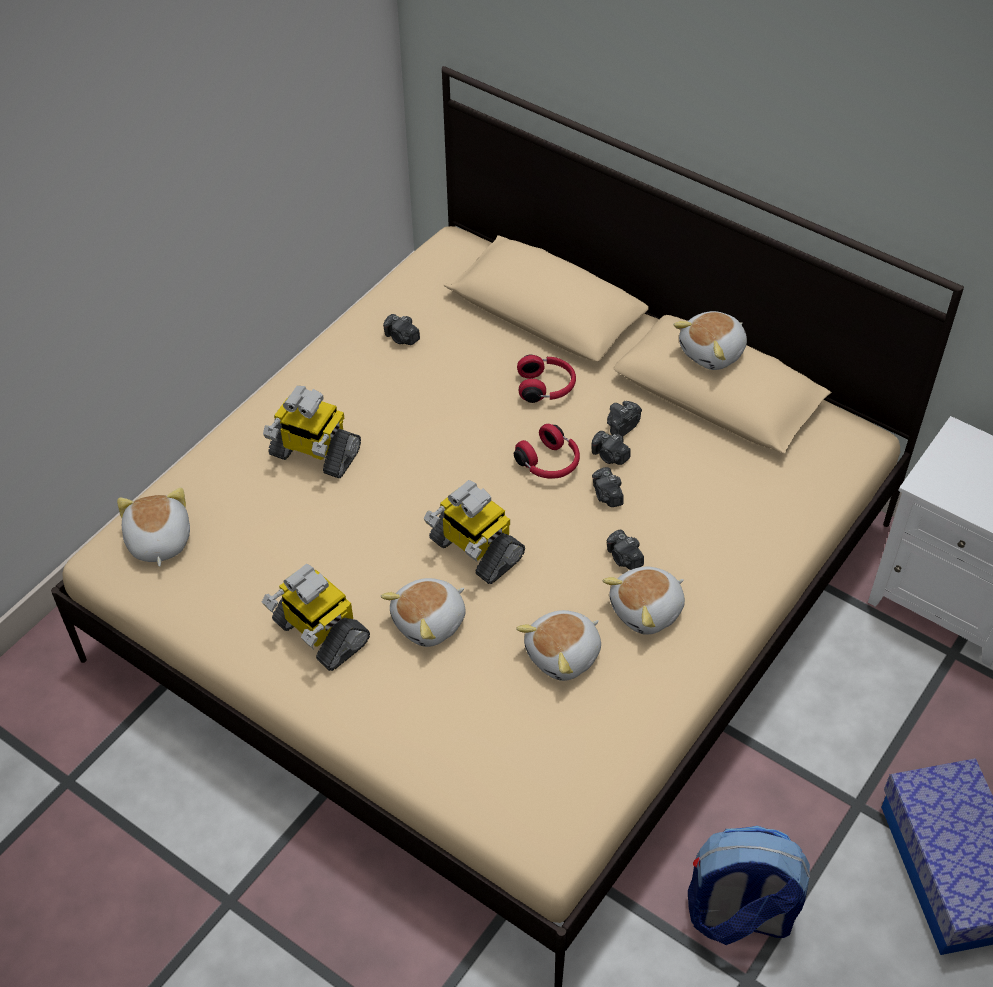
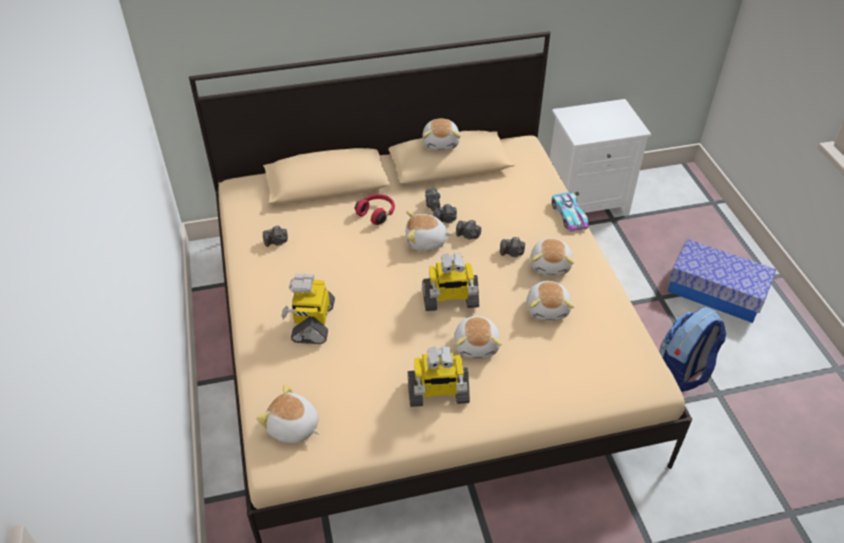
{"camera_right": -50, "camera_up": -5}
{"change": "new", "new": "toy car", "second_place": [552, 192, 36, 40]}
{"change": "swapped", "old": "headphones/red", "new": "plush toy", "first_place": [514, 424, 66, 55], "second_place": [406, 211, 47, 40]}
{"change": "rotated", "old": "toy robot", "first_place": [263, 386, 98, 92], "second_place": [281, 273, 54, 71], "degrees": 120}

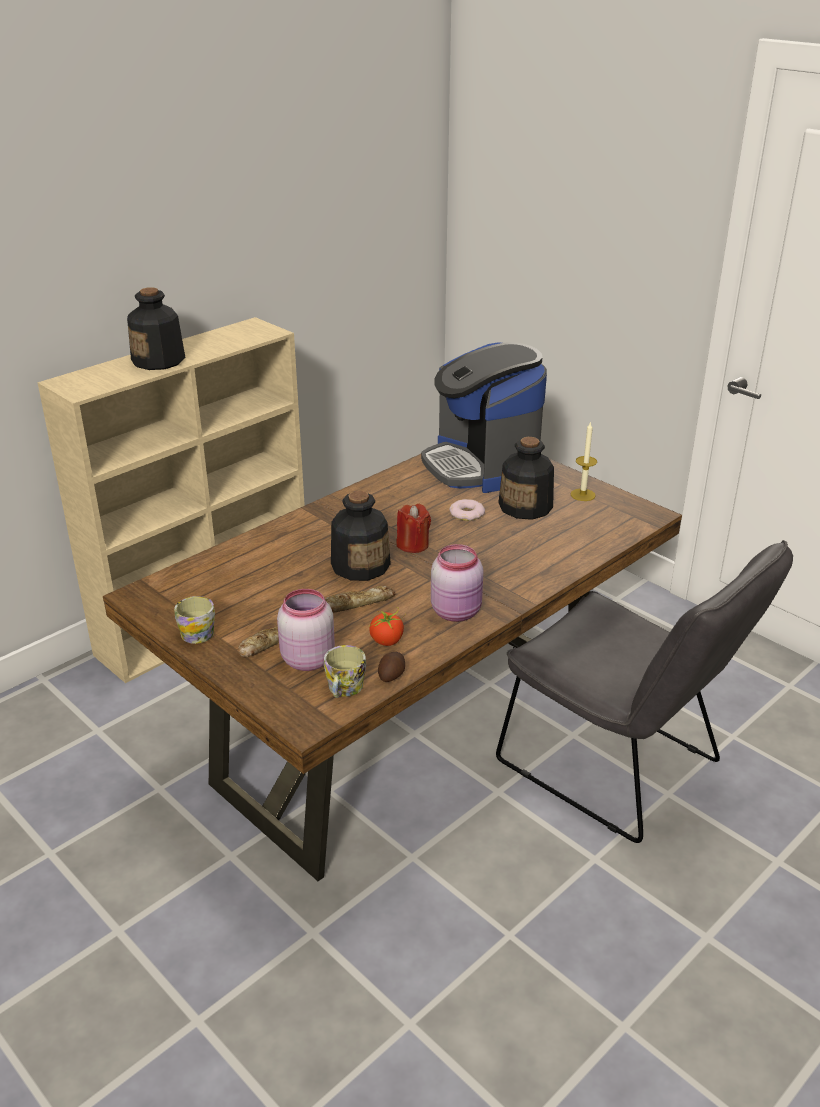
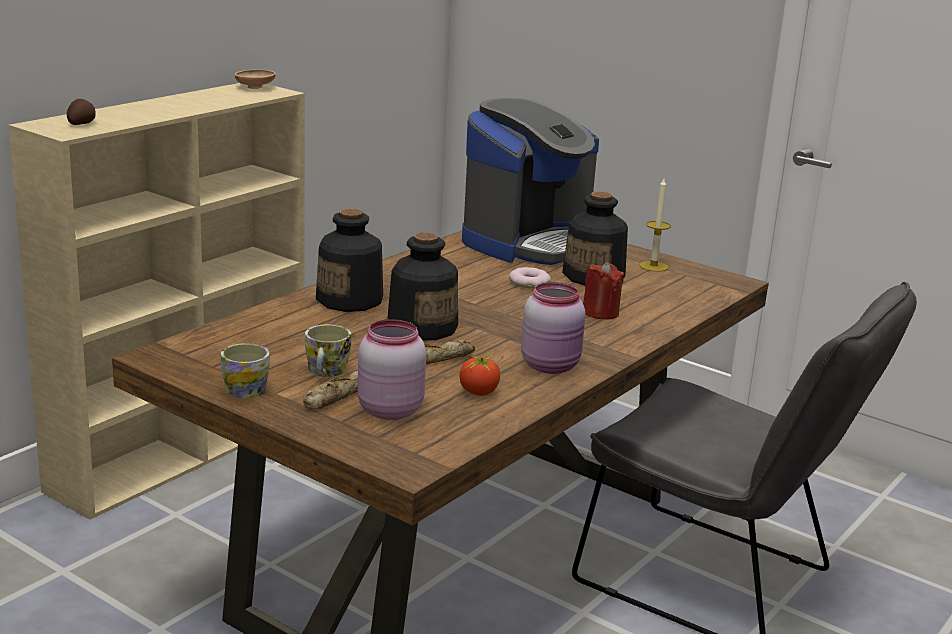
{"camera_right": -10, "camera_up": -10}
{"change": "new", "new": "bowl/brown", "second_place": [234, 69, 42, 20]}
{"change": "shifted", "old": "bottle", "first_place": [127, 287, 58, 83], "second_place": [316, 208, 67, 104]}
{"change": "shifted", "old": "mug", "first_place": [324, 645, 42, 53], "second_place": [305, 324, 47, 53]}
{"change": "shifted", "old": "potato", "first_place": [378, 652, 27, 30], "second_place": [67, 99, 29, 26]}
{"change": "shifted", "old": "candle/red", "first_place": [396, 504, 35, 49], "second_place": [583, 262, 41, 58]}
{"change": "rotated", "old": "coffee machine", "first_place": [421, 342, 126, 151], "second_place": [462, 98, 137, 167], "degrees": -105}

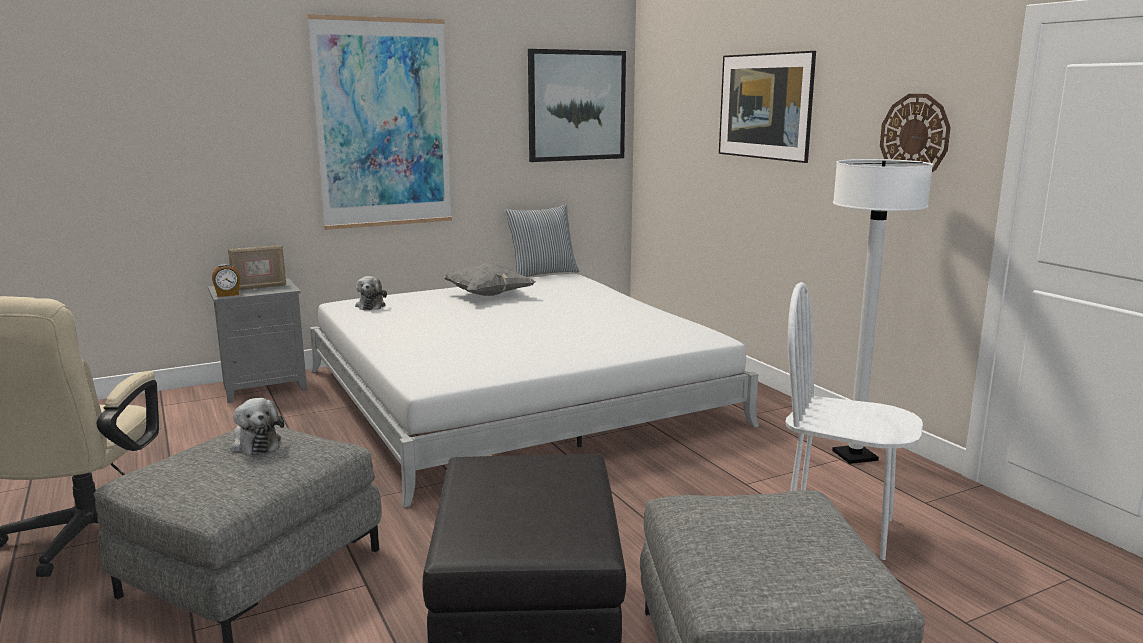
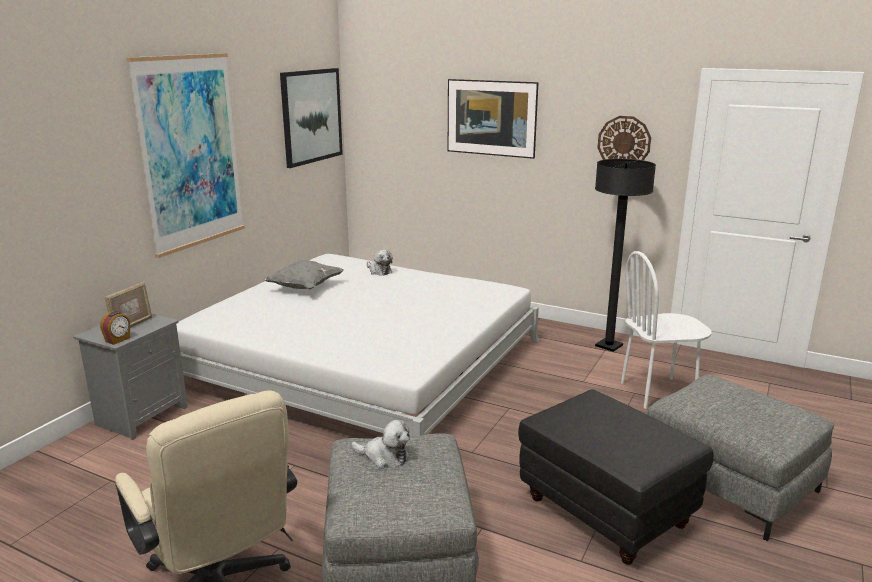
{"camera_right": -35, "camera_up": 5}
{"change": "gone", "old": "pillow", "first_place": [504, 204, 75, 73]}
{"change": "shifted", "old": "plush toy", "first_place": [355, 276, 32, 34], "second_place": [367, 250, 26, 26]}
{"change": "repainted", "old": "floor lamp/white", "new": "floor lamp/black", "first_place": [832, 159, 101, 305], "second_place": [595, 159, 61, 193]}

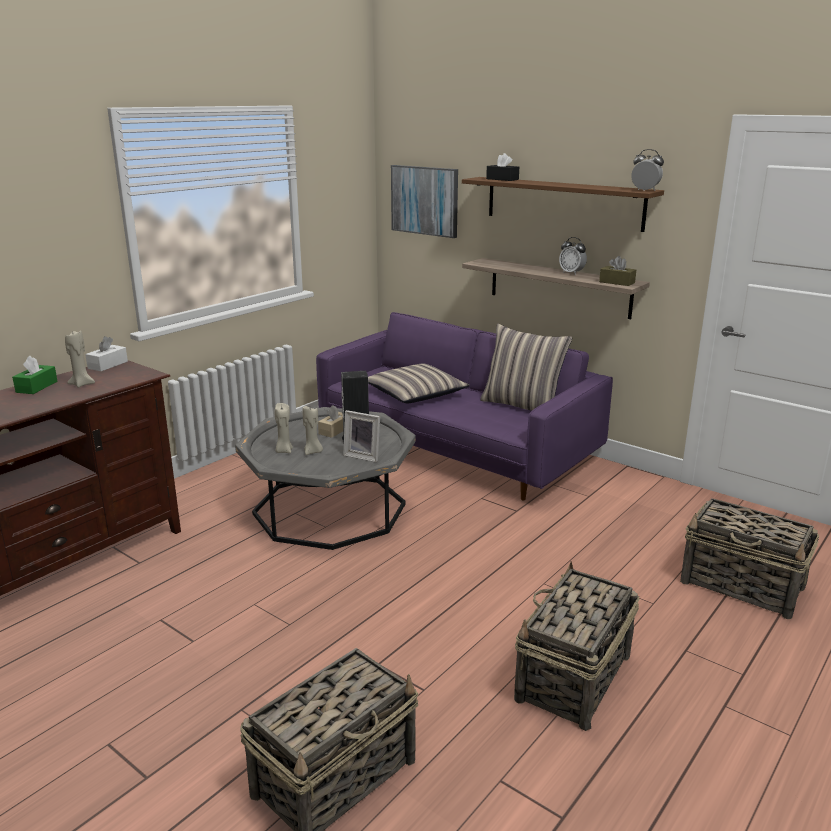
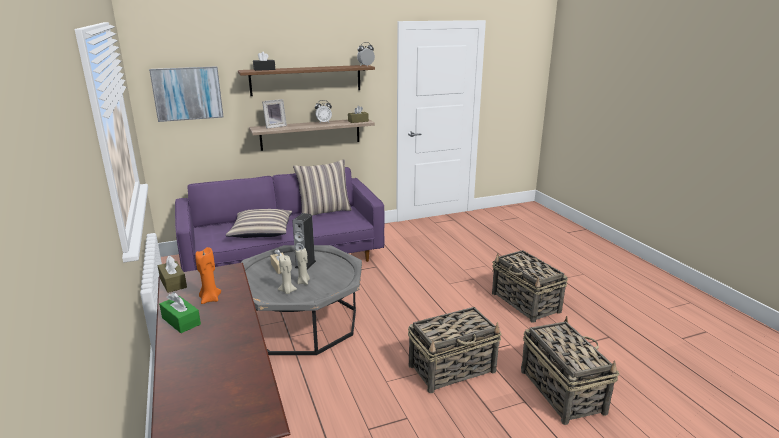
{"camera_right": -60, "camera_up": 0}
{"change": "shifted", "old": "picture frame", "first_place": [343, 410, 37, 52], "second_place": [262, 99, 25, 30]}
{"change": "shifted", "old": "basket", "first_place": [680, 498, 139, 121], "second_place": [408, 307, 93, 86]}
{"change": "repainted", "old": "candle/beige", "new": "candle/orange", "first_place": [65, 331, 30, 57], "second_place": [195, 247, 26, 57]}
{"change": "repainted", "old": "tissue box/white", "new": "tissue box/brown", "first_place": [85, 336, 43, 35], "second_place": [158, 256, 29, 37]}

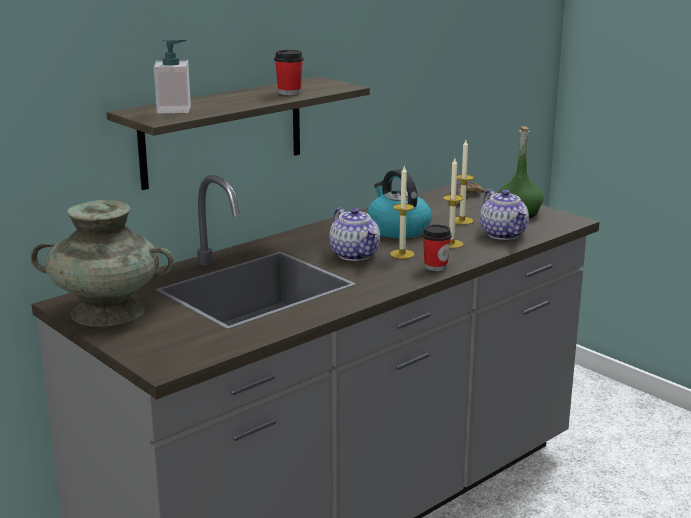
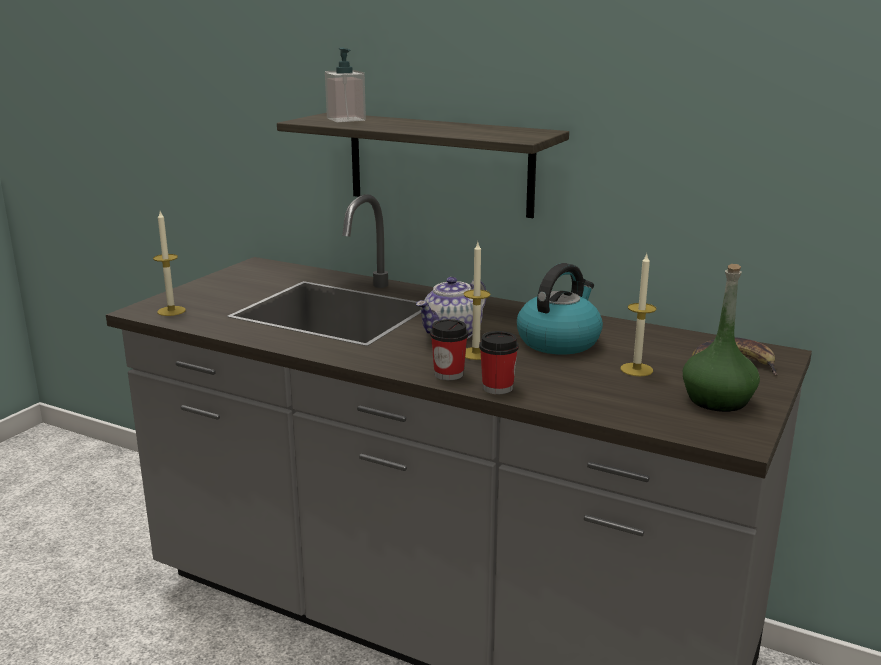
{"camera_right": 70, "camera_up": 0}
{"change": "gone", "old": "vase/turquoise", "first_place": [30, 200, 144, 127]}
{"change": "gone", "old": "teapot", "first_place": [480, 189, 49, 51]}
{"change": "shifted", "old": "cup", "first_place": [274, 50, 30, 45], "second_place": [479, 331, 40, 63]}
{"change": "shifted", "old": "candle", "first_place": [443, 158, 21, 90], "second_place": [153, 211, 33, 105]}

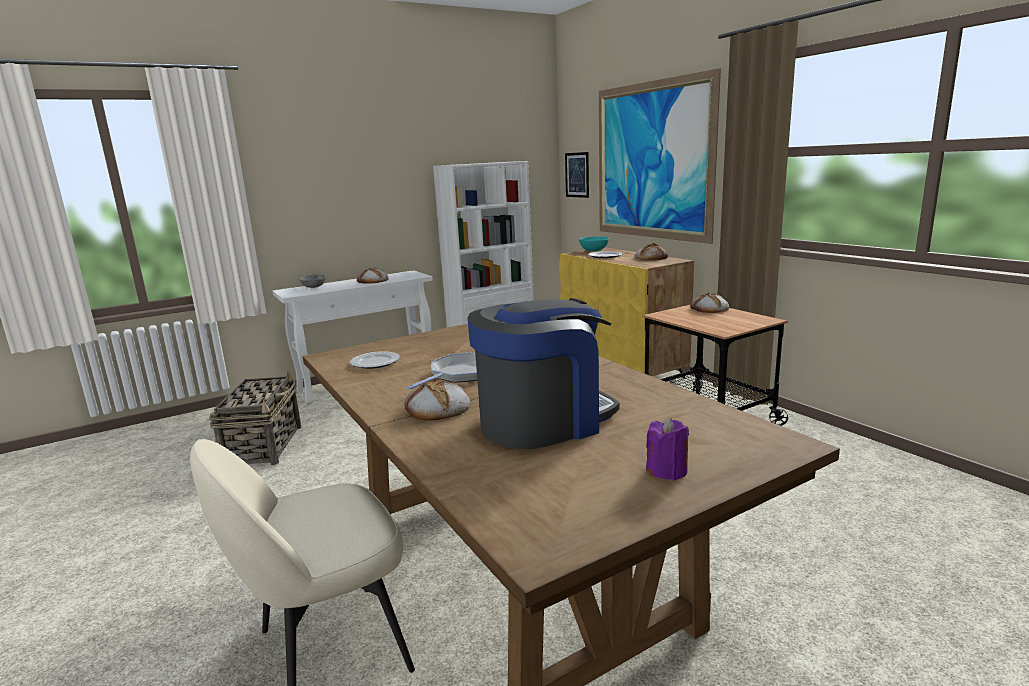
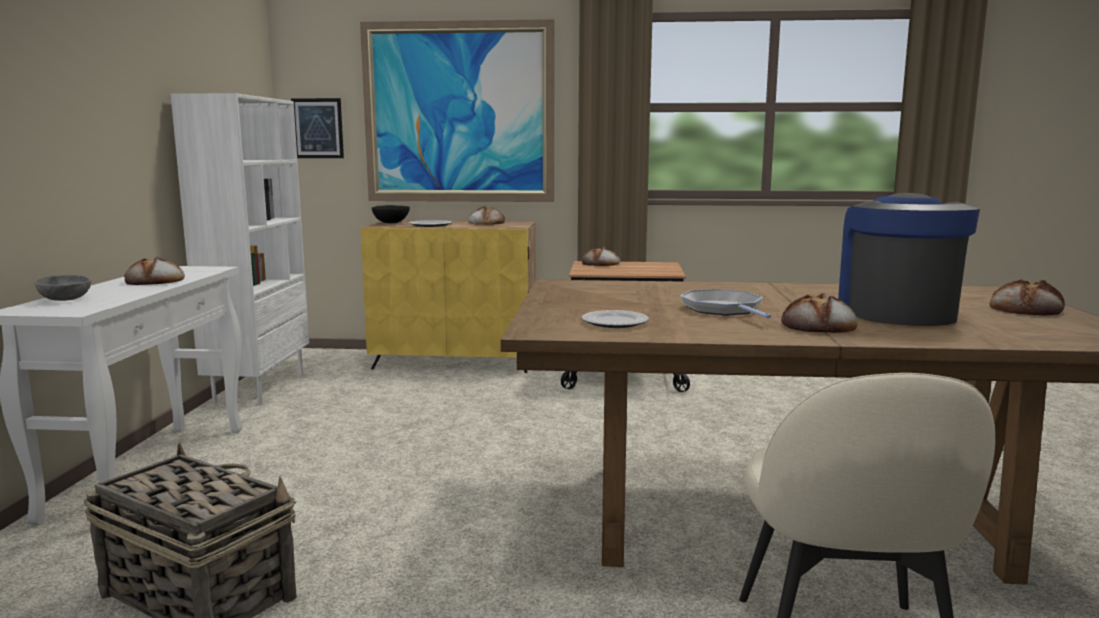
{"camera_right": -55, "camera_up": -5}
{"change": "swapped", "old": "candle/purple", "new": "bread", "first_place": [646, 418, 43, 62], "second_place": [990, 279, 75, 37]}
{"change": "repainted", "old": "bowl/turquoise", "new": "bowl/black", "first_place": [579, 236, 30, 15], "second_place": [372, 205, 38, 18]}

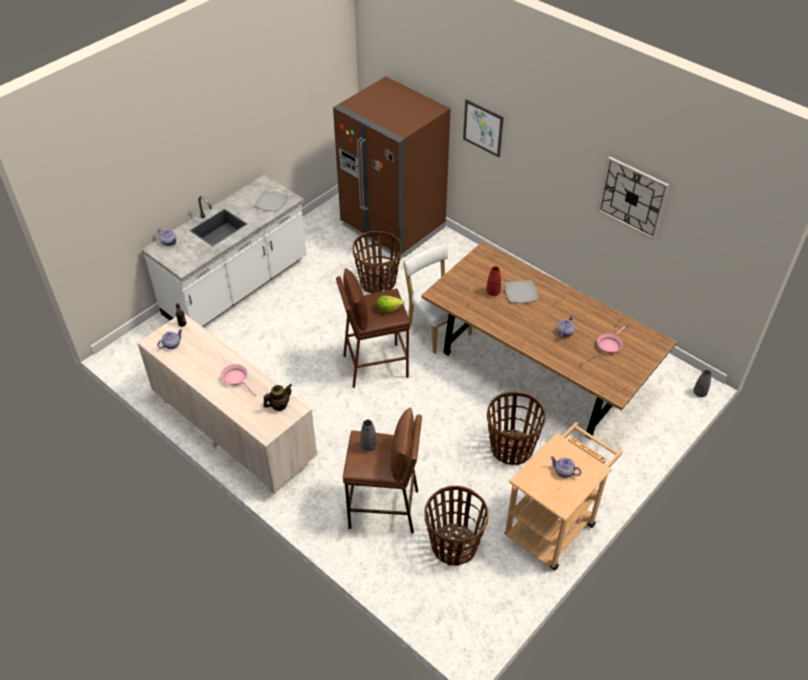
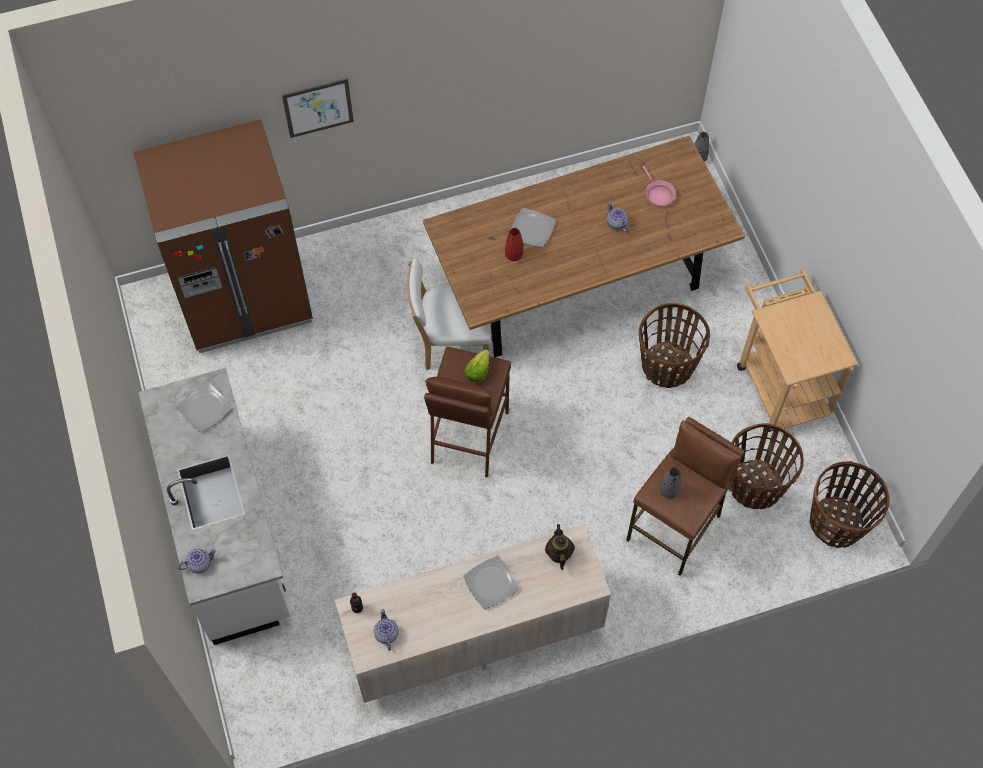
{"camera_right": -60, "camera_up": 15}
{"change": "gone", "old": "teapot", "first_place": [550, 456, 31, 22]}
{"change": "gone", "old": "wall clock", "first_place": [597, 156, 72, 84]}
{"change": "shifted", "old": "basket", "first_place": [353, 231, 49, 63], "second_place": [810, 461, 80, 87]}
{"change": "swapped", "old": "frying pan/pink", "new": "plate", "first_place": [220, 364, 36, 32], "second_place": [463, 555, 57, 54]}

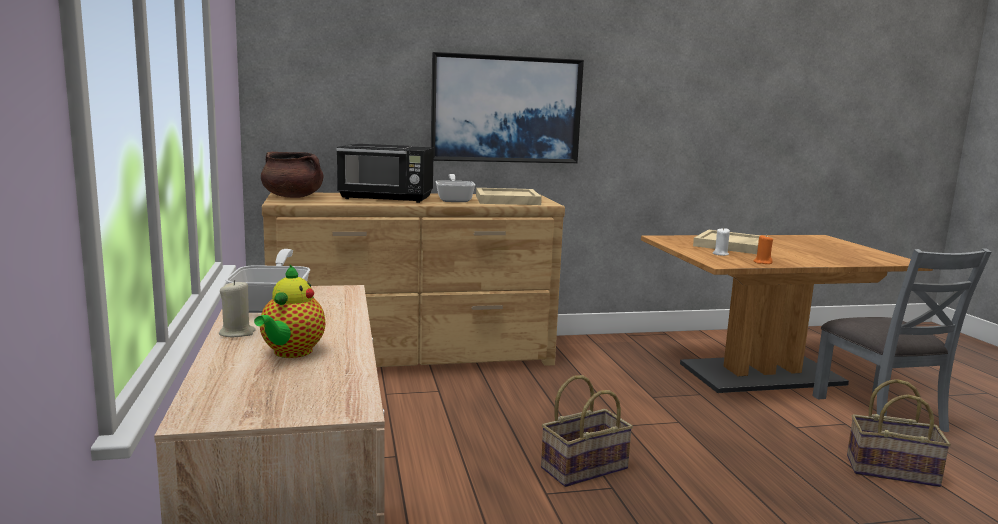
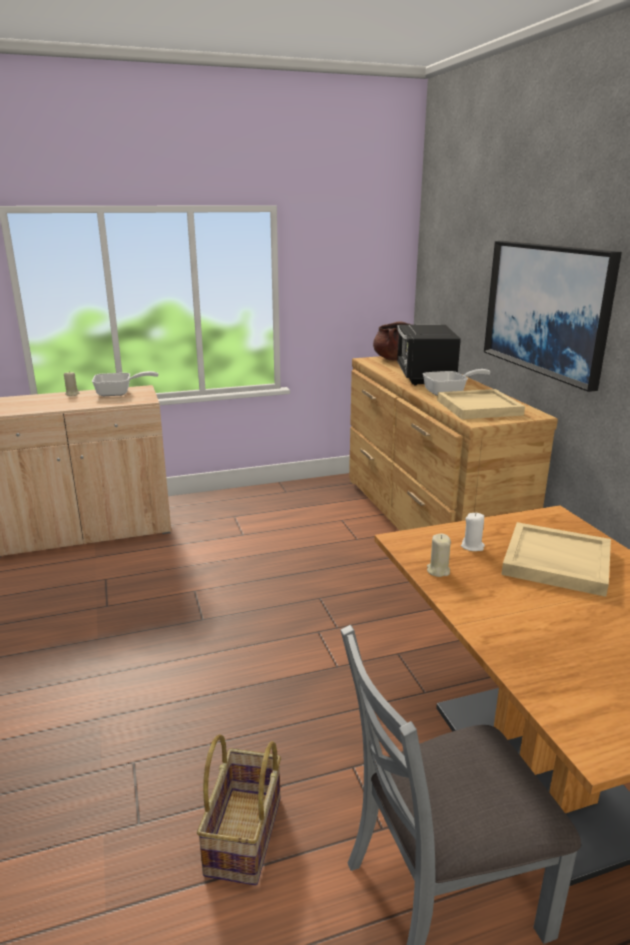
{"camera_right": 85, "camera_up": 10}
{"change": "gone", "old": "teapot", "first_place": [254, 265, 71, 93]}
{"change": "gone", "old": "basket", "first_place": [541, 375, 92, 112]}
{"change": "repainted", "old": "candle/orange", "new": "candle/beige", "first_place": [754, 235, 19, 29], "second_place": [427, 534, 24, 43]}

